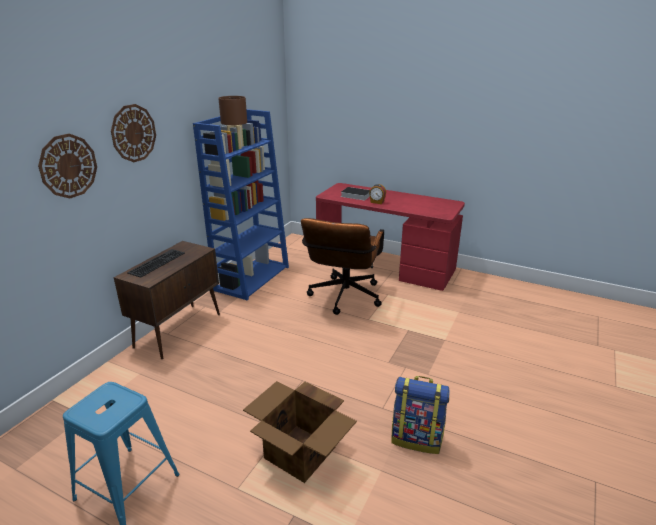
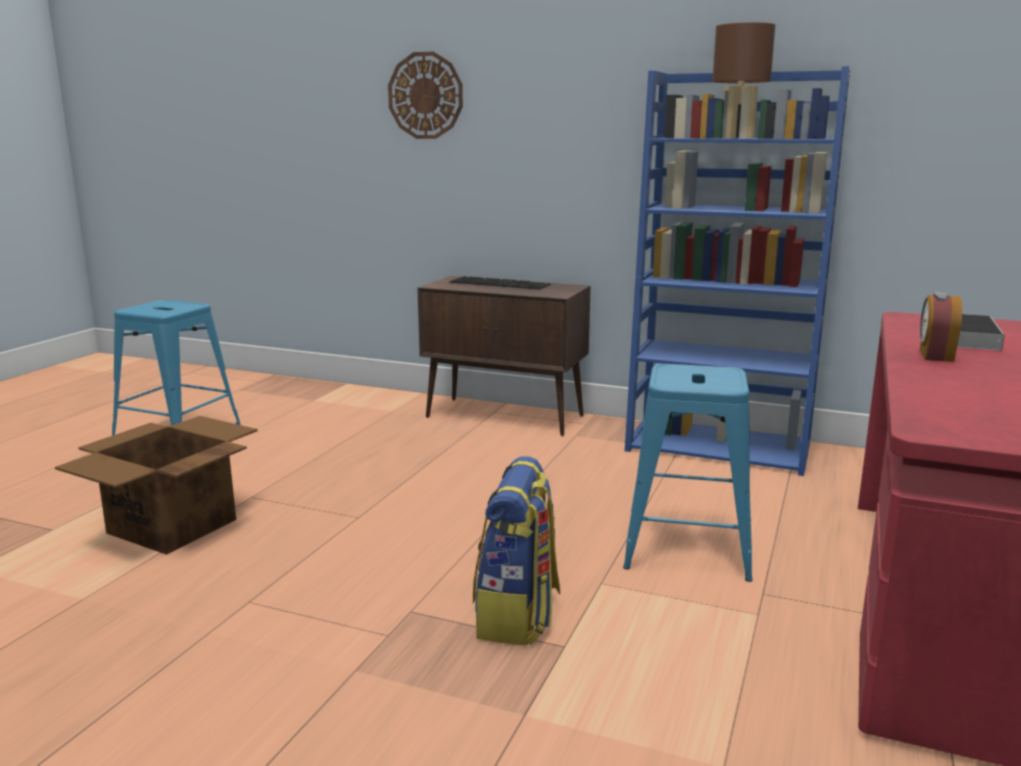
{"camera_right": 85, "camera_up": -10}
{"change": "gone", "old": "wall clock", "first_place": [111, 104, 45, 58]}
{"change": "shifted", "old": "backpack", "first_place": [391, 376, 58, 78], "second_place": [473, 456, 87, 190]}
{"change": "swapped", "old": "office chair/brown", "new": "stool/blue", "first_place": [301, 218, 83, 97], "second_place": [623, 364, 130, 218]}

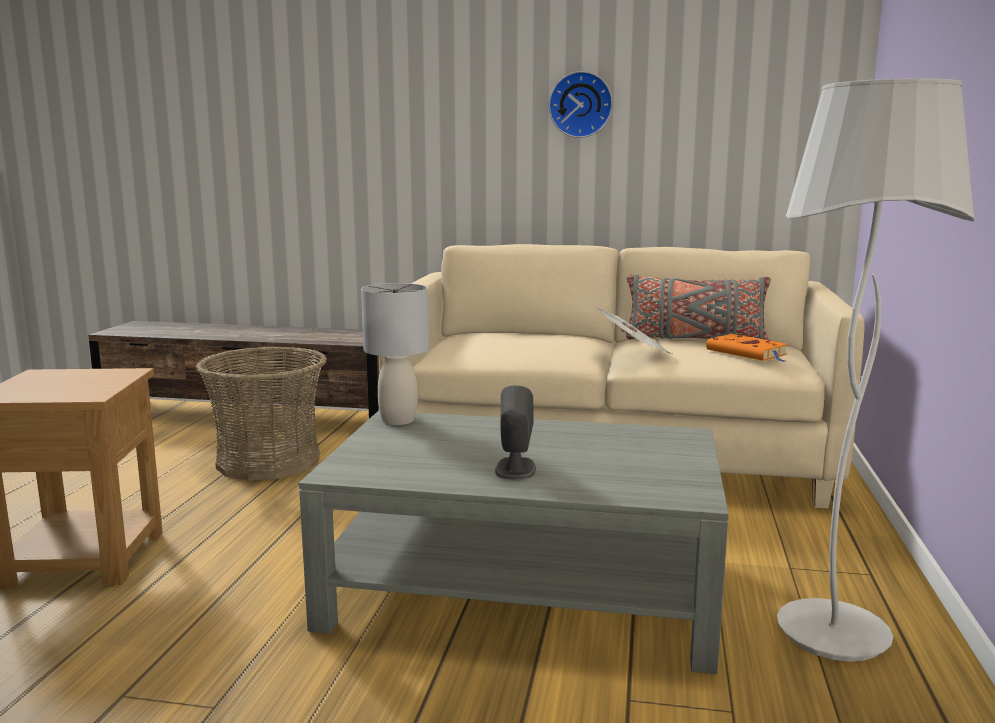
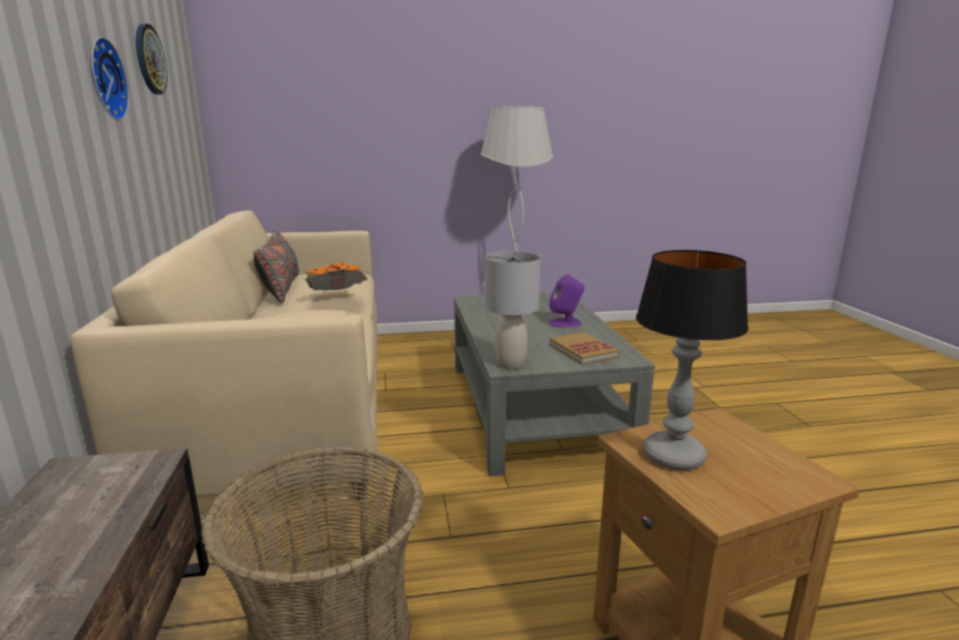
{"camera_right": -110, "camera_up": 5}
{"change": "new", "new": "wall clock", "second_place": [136, 23, 31, 71]}
{"change": "new", "new": "book", "second_place": [550, 332, 70, 33]}
{"change": "new", "new": "table lamp", "second_place": [636, 250, 112, 220]}
{"change": "repainted", "old": "speaker/grey", "new": "speaker/purple", "first_place": [495, 385, 41, 95], "second_place": [549, 274, 35, 53]}

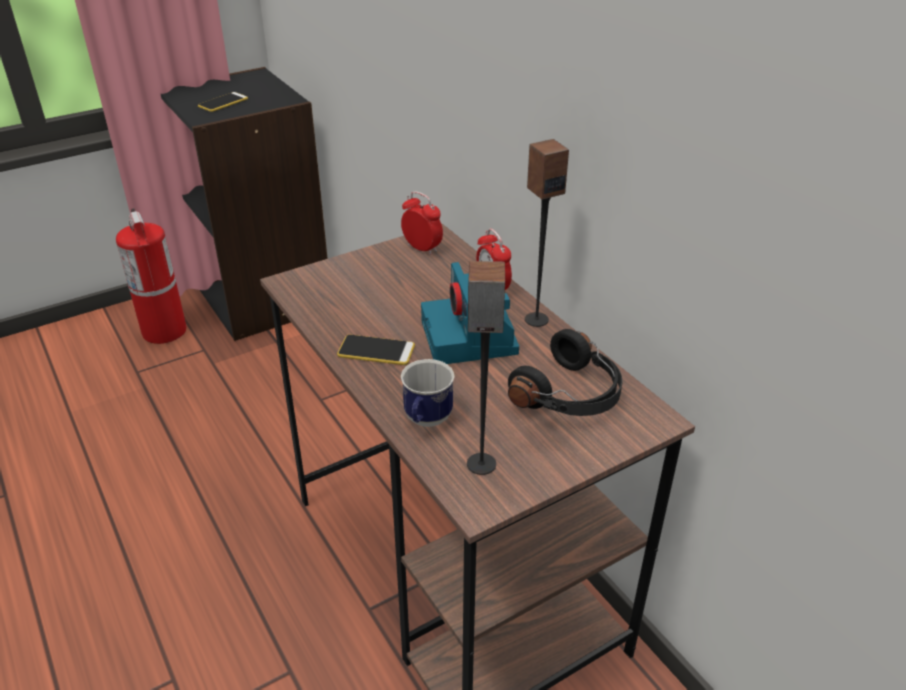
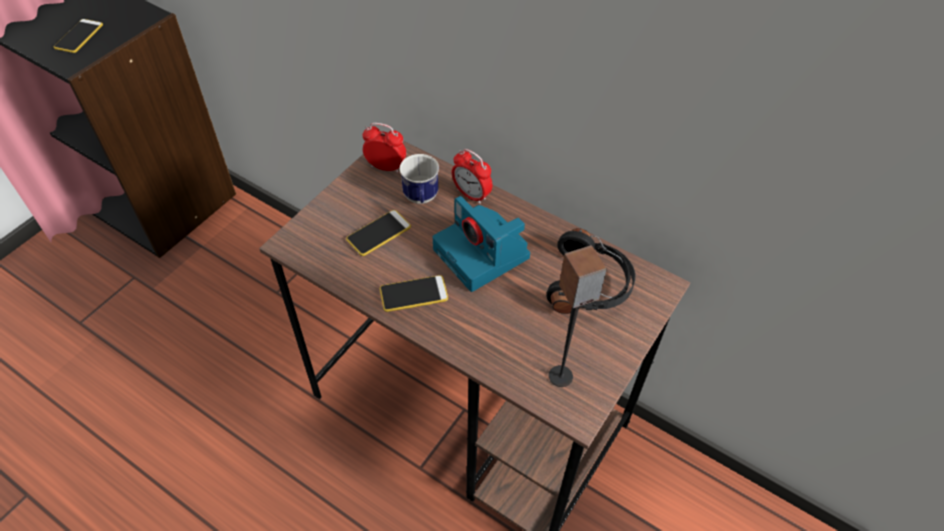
{"camera_right": -25, "camera_up": 15}
{"change": "gone", "old": "fire extinguisher", "first_place": [116, 208, 71, 136]}
{"change": "gone", "old": "speaker", "first_place": [525, 139, 44, 188]}
{"change": "new", "new": "phone", "second_place": [346, 210, 65, 46]}
{"change": "shifted", "old": "mug", "first_place": [401, 359, 54, 68], "second_place": [400, 154, 39, 50]}

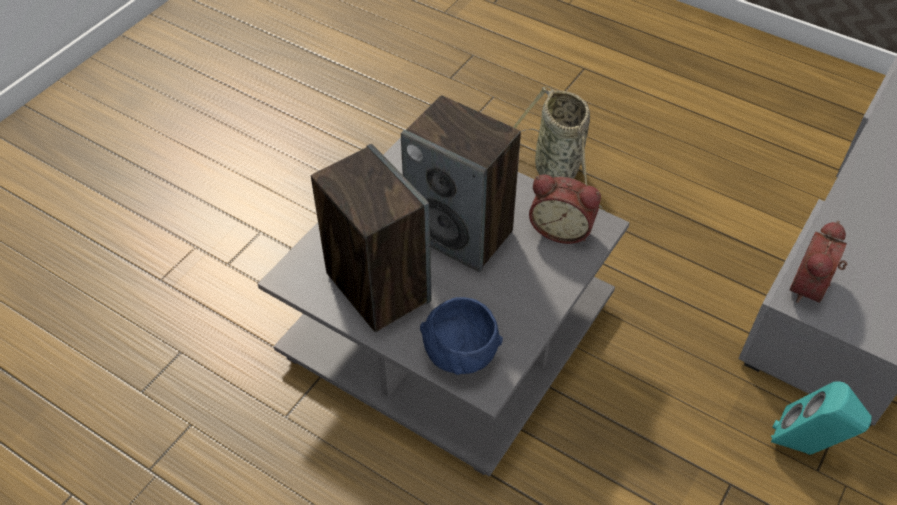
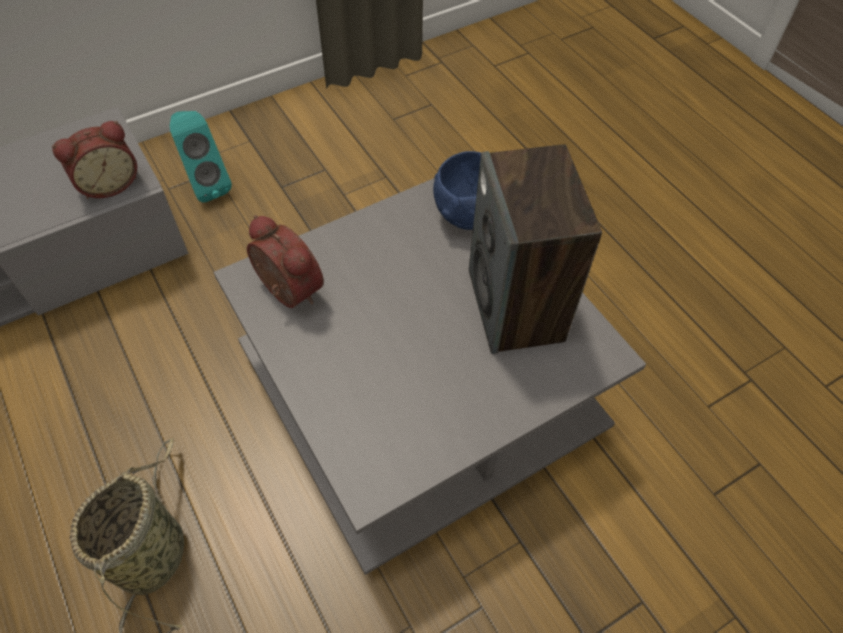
{"camera_right": -155, "camera_up": 5}
{"change": "gone", "old": "speaker", "first_place": [401, 95, 120, 177]}

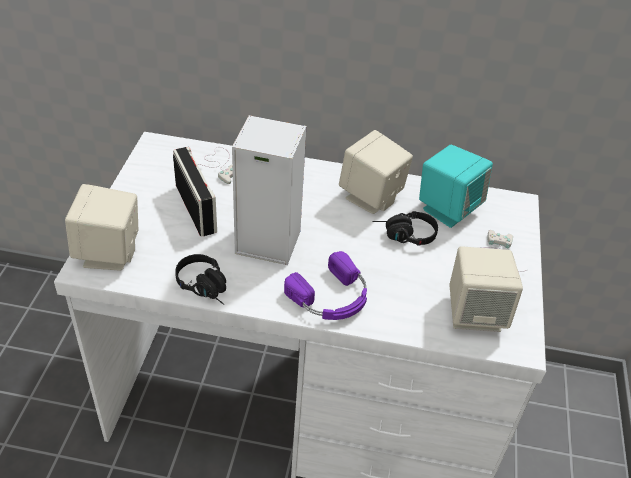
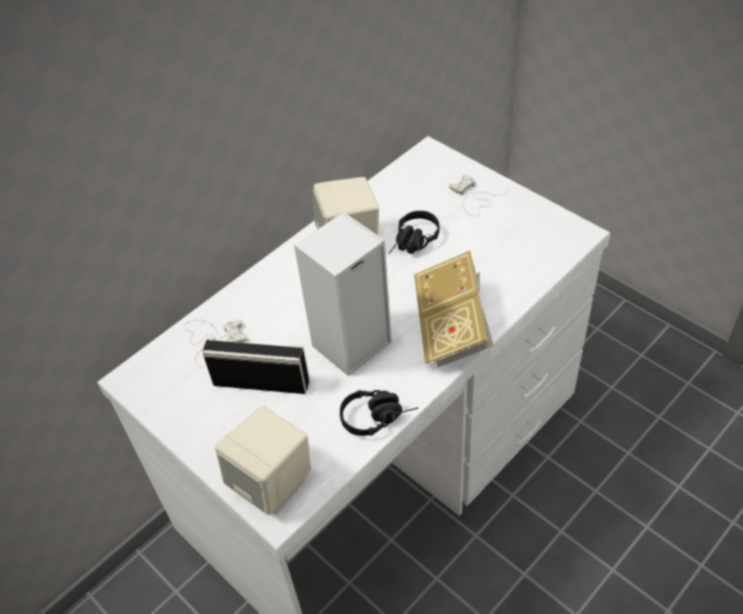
{"camera_right": -50, "camera_up": 5}
{"change": "gone", "old": "speaker/turquoise", "first_place": [419, 145, 74, 83]}
{"change": "gone", "old": "speaker/beige", "first_place": [449, 246, 74, 86]}
{"change": "swapped", "old": "headphones/purple", "new": "book", "first_place": [284, 251, 83, 69], "second_place": [414, 251, 80, 116]}

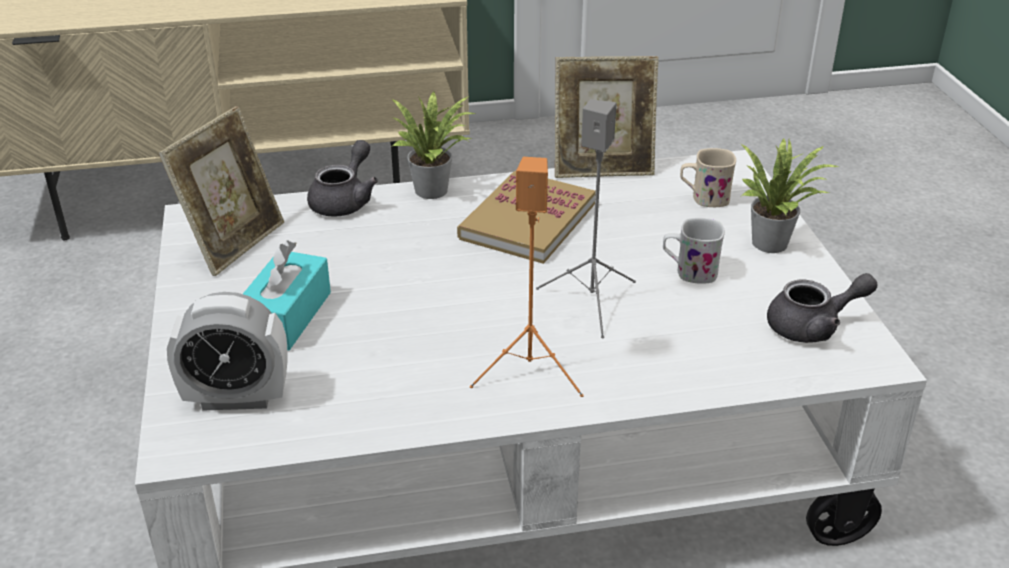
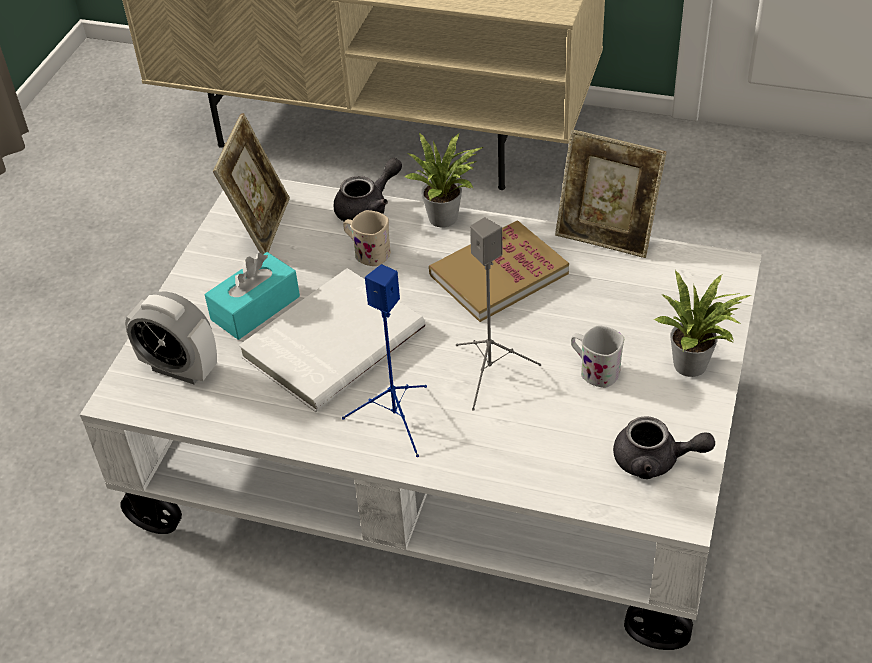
{"camera_right": 30, "camera_up": 10}
{"change": "new", "new": "book/white", "second_place": [239, 268, 186, 144]}
{"change": "shifted", "old": "mug/beige", "first_place": [680, 148, 56, 59], "second_place": [343, 210, 48, 56]}
{"change": "repainted", "old": "speaker/orange", "new": "speaker/blue", "first_place": [470, 157, 114, 240], "second_place": [342, 264, 85, 193]}
{"change": "rotated", "old": "picture frame", "first_place": [158, 106, 126, 170], "second_place": [213, 113, 77, 141], "degrees": -45}

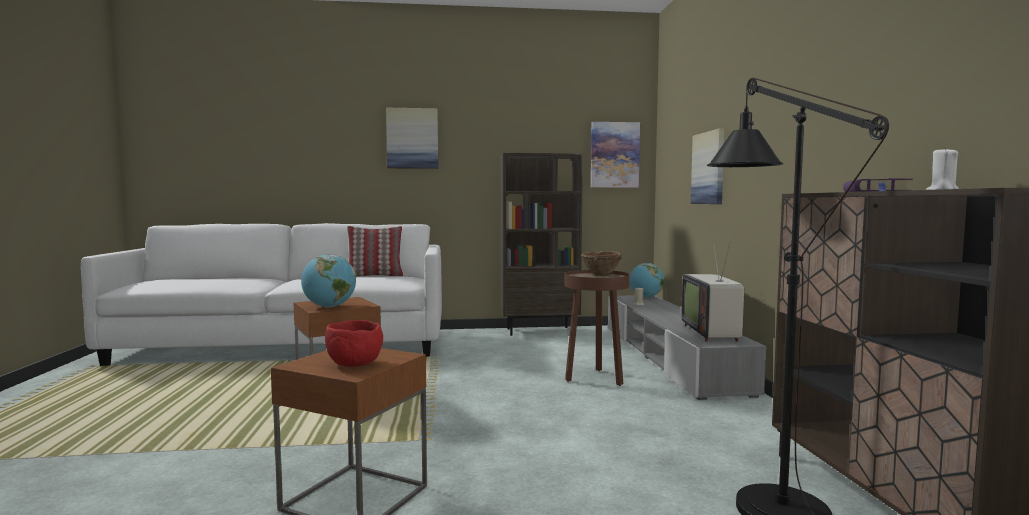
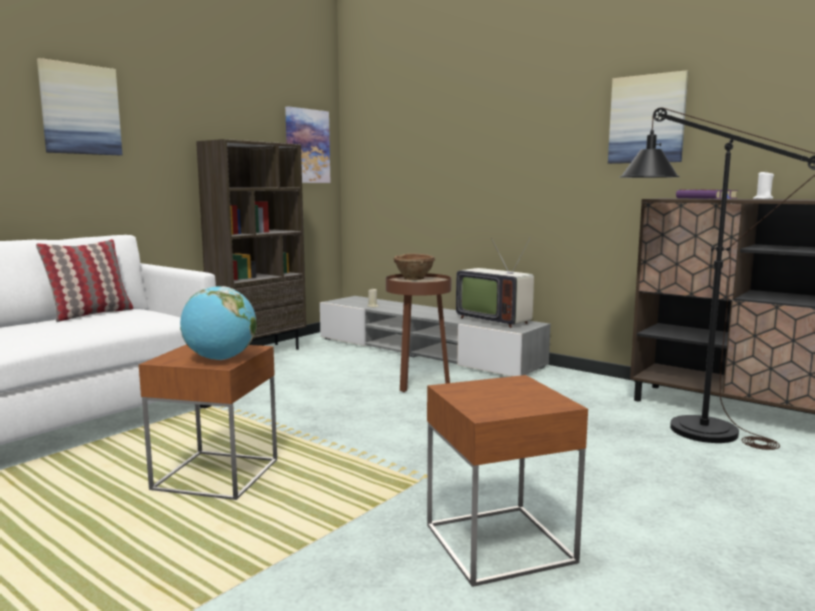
{"camera_right": -45, "camera_up": 5}
{"change": "gone", "old": "bowl/red", "first_place": [325, 320, 58, 47]}
{"change": "gone", "old": "globe", "first_place": [629, 263, 35, 35]}
{"change": "shifted", "old": "picture", "first_place": [691, 128, 34, 76], "second_place": [608, 70, 80, 94]}

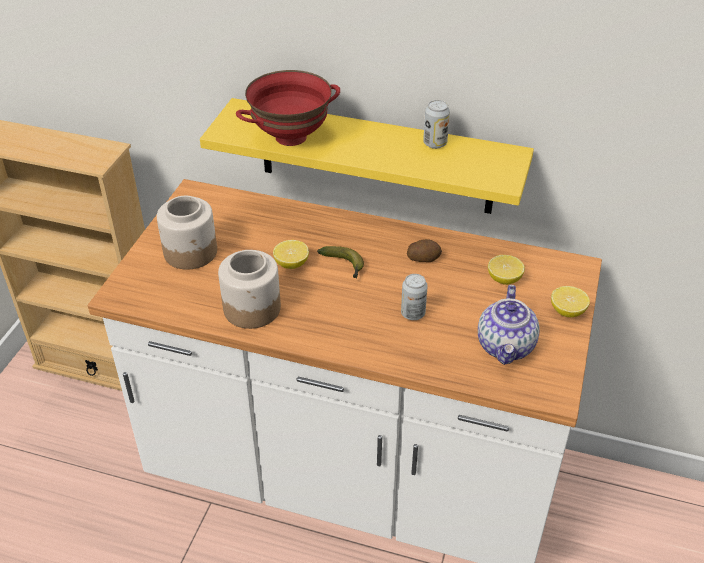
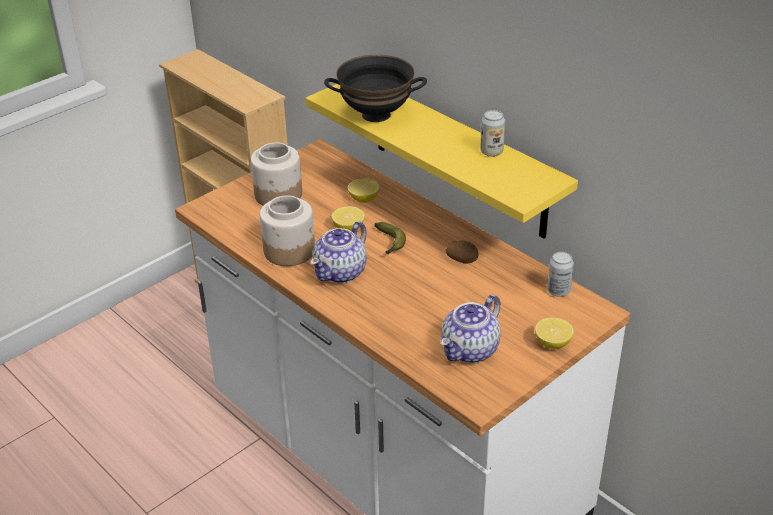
{"camera_right": 30, "camera_up": -5}
{"change": "new", "new": "teapot", "second_place": [310, 221, 57, 62]}
{"change": "shifted", "old": "can", "first_place": [401, 274, 27, 46], "second_place": [547, 252, 27, 45]}
{"change": "shifted", "old": "lemon", "first_place": [488, 255, 37, 30], "second_place": [348, 178, 32, 25]}
{"change": "repainted", "old": "bowl/red", "new": "bowl/black", "first_place": [236, 70, 104, 76], "second_place": [324, 55, 103, 67]}

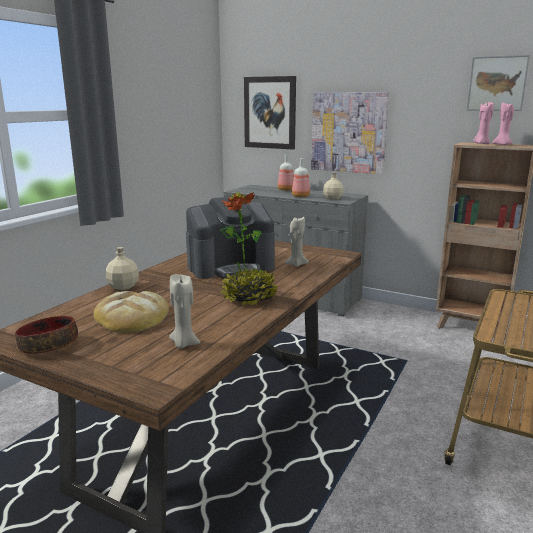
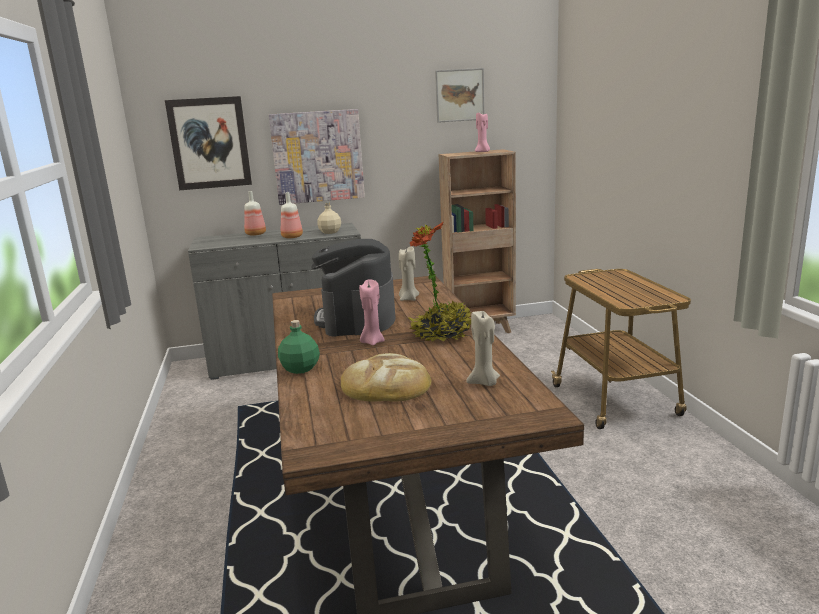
{"camera_right": -40, "camera_up": 0}
{"change": "gone", "old": "bowl", "first_place": [15, 316, 63, 38]}
{"change": "shifted", "old": "candle/pink", "first_place": [473, 102, 21, 42], "second_place": [359, 280, 25, 66]}
{"change": "repainted", "old": "bottle/beige", "new": "bottle/green", "first_place": [106, 247, 33, 43], "second_place": [278, 320, 42, 54]}
{"change": "rotated", "old": "coffee machine", "first_place": [186, 197, 89, 82], "second_place": [311, 239, 85, 97], "degrees": 150}

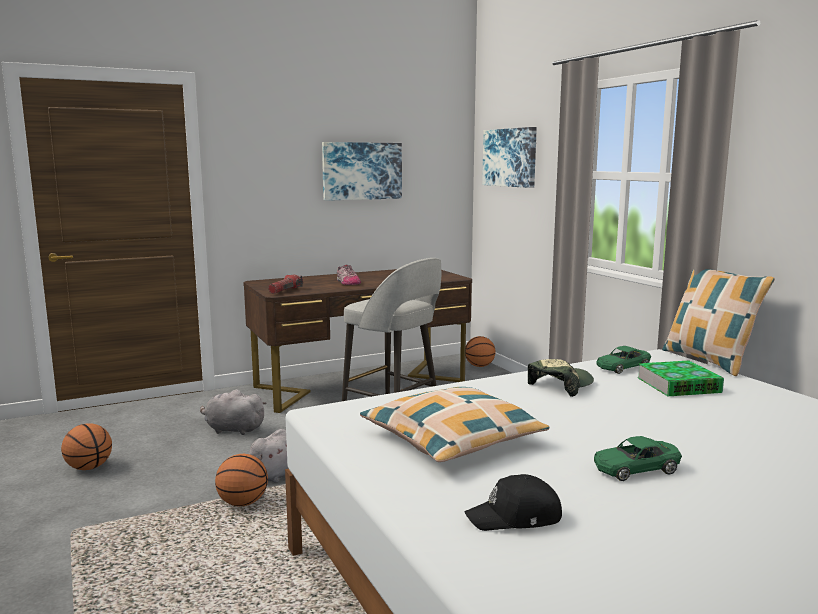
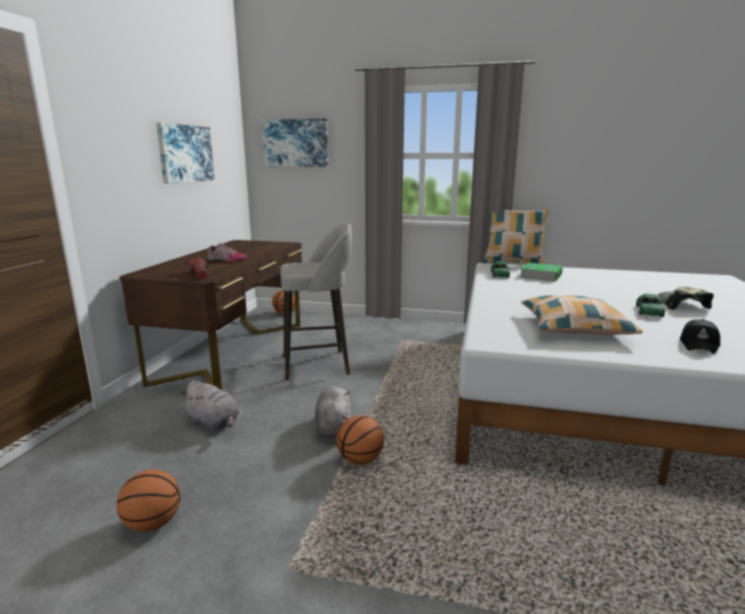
{"camera_right": -50, "camera_up": 5}
{"change": "shifted", "old": "cap", "first_place": [528, 359, 66, 38], "second_place": [657, 286, 57, 24]}
{"change": "rotated", "old": "plush toy/grey", "first_place": [200, 390, 67, 45], "second_place": [181, 380, 58, 51], "degrees": -105}

